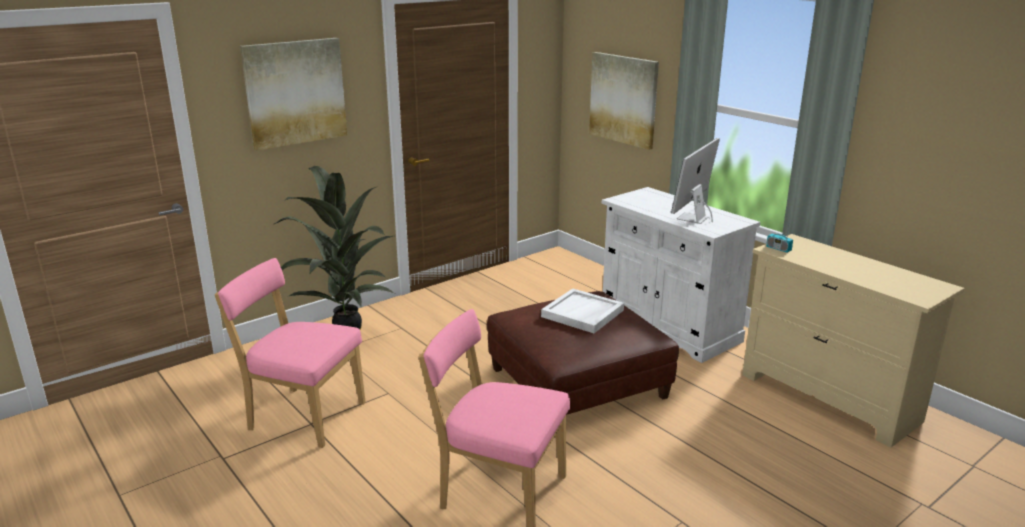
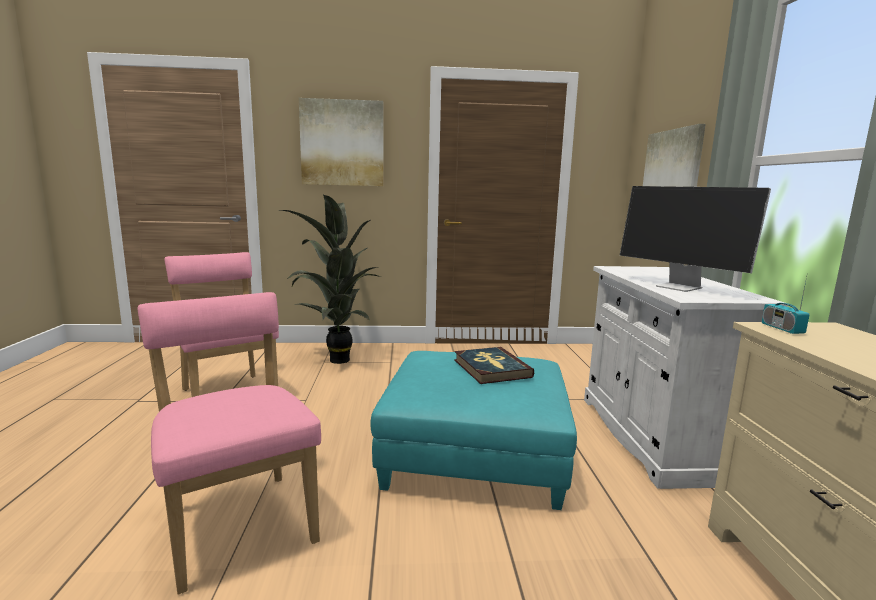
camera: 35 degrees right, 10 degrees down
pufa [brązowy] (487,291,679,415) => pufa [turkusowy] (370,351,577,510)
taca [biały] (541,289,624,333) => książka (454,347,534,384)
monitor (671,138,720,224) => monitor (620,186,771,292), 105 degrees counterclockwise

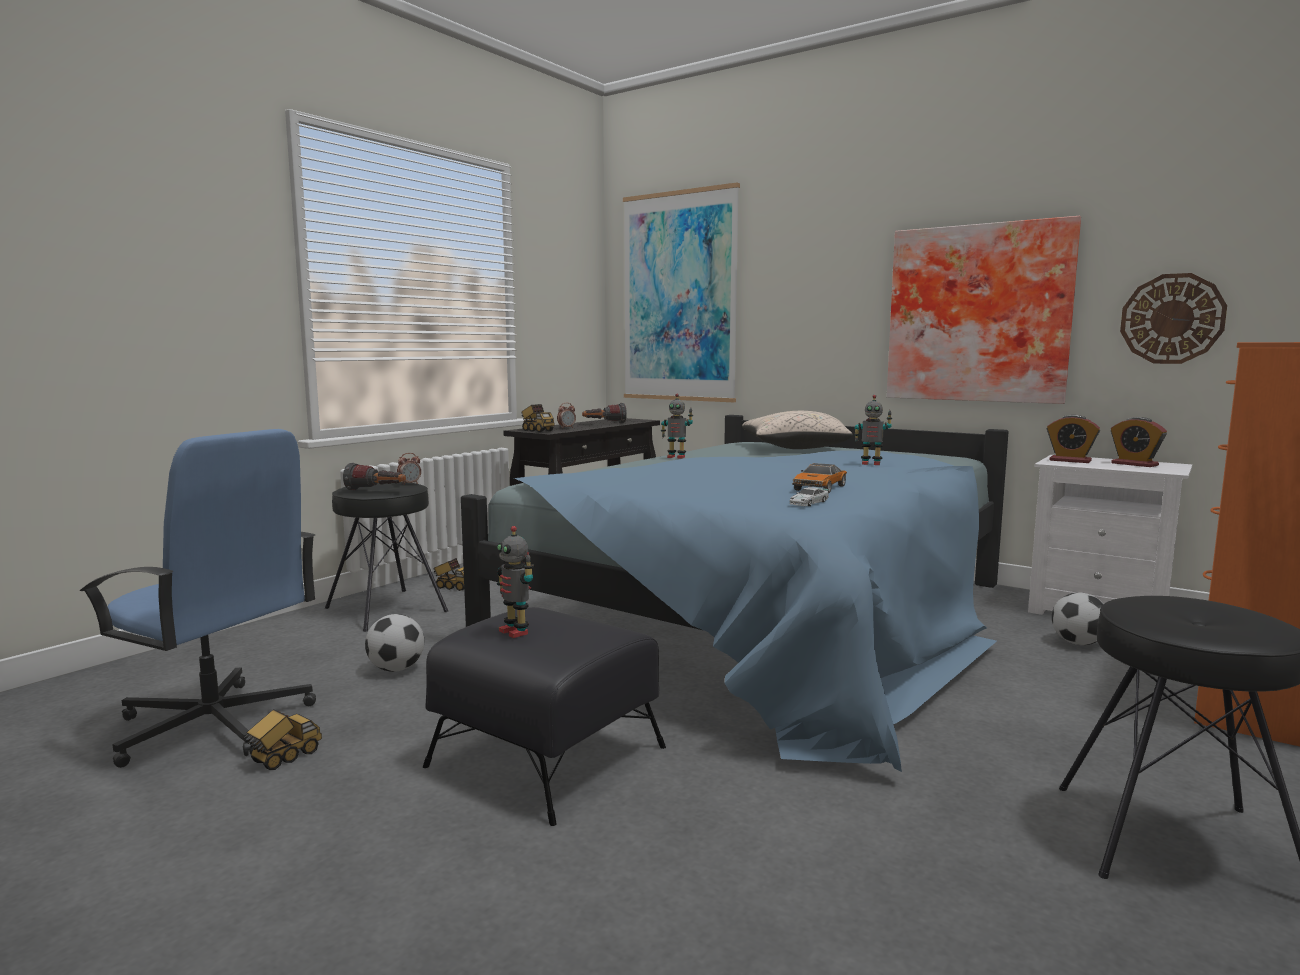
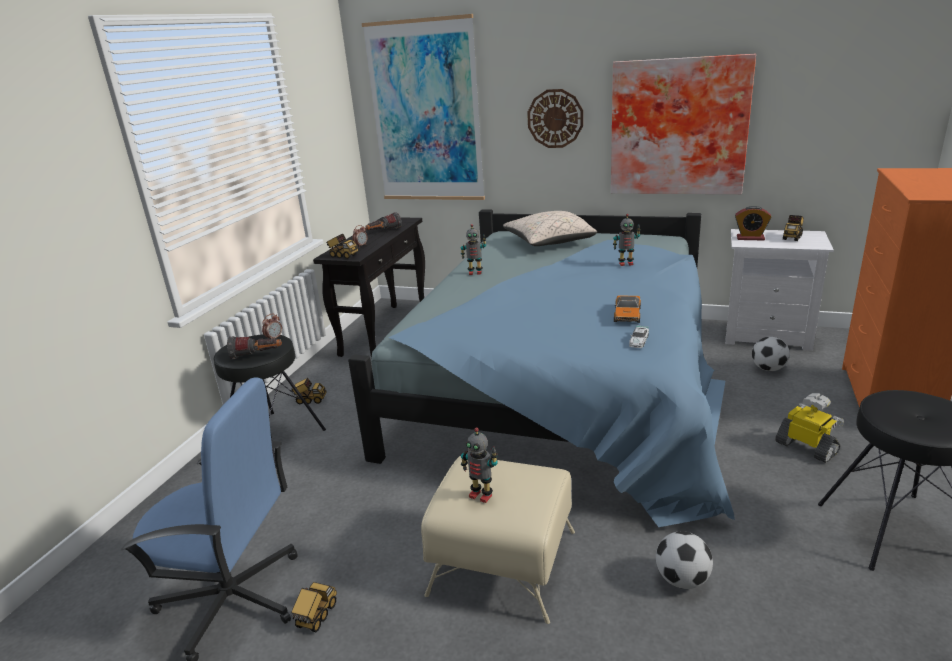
camera: 15 degrees left, 15 degrees up
piłka futbolowa (365,614,424,672) => piłka futbolowa (656,531,713,589), move
pufa [czarny] (423,607,666,826) => pufa [beżowy] (421,456,575,624)
budzik (1111,417,1167,467) => ciężarówka zabawkowa (783,215,804,241)
zegar ścienny (1120,273,1227,364) => zegar ścienny (527,89,583,148), move
nothing => robot zabawkowy (775,393,844,463)

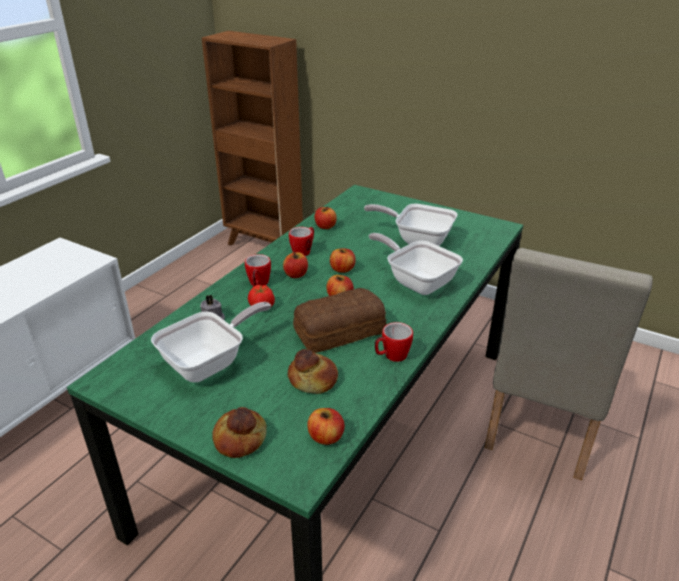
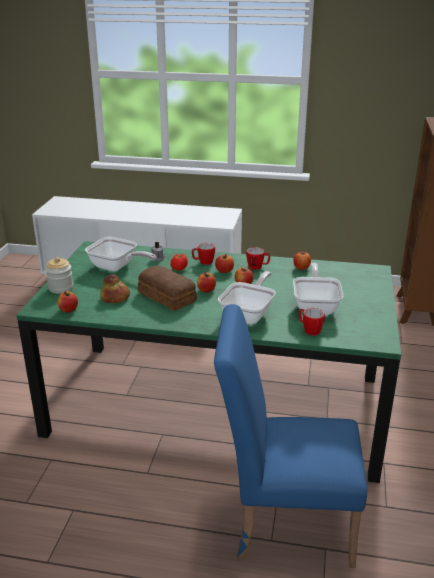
camera: 70 degrees right, 5 degrees down
chleb (212,407,267,458) => słoik (45,257,73,294)
kubek (375,322,413,362) => kubek (299,308,325,336), move
krzesło [beżowy] (485,248,653,480) => krzesło [niebieski] (214,304,367,568)

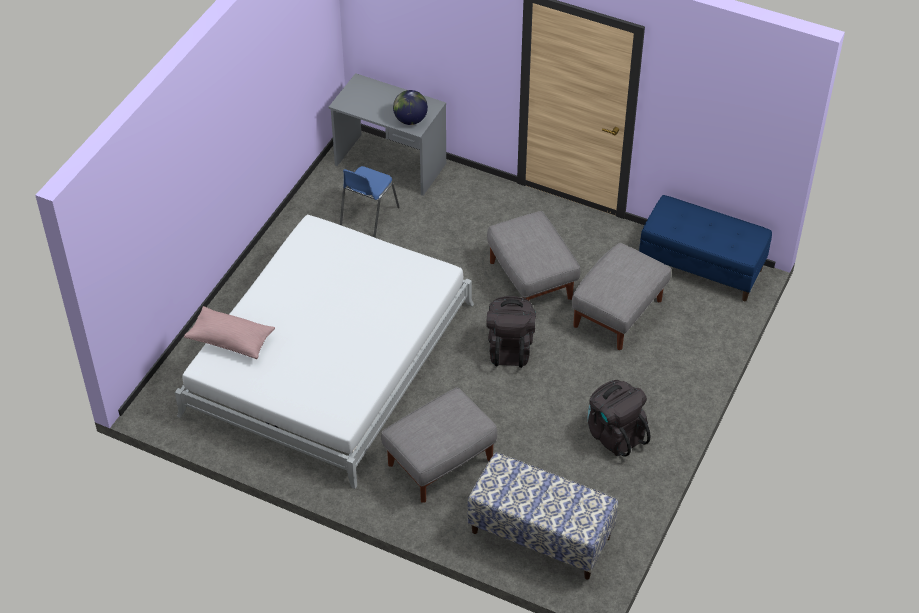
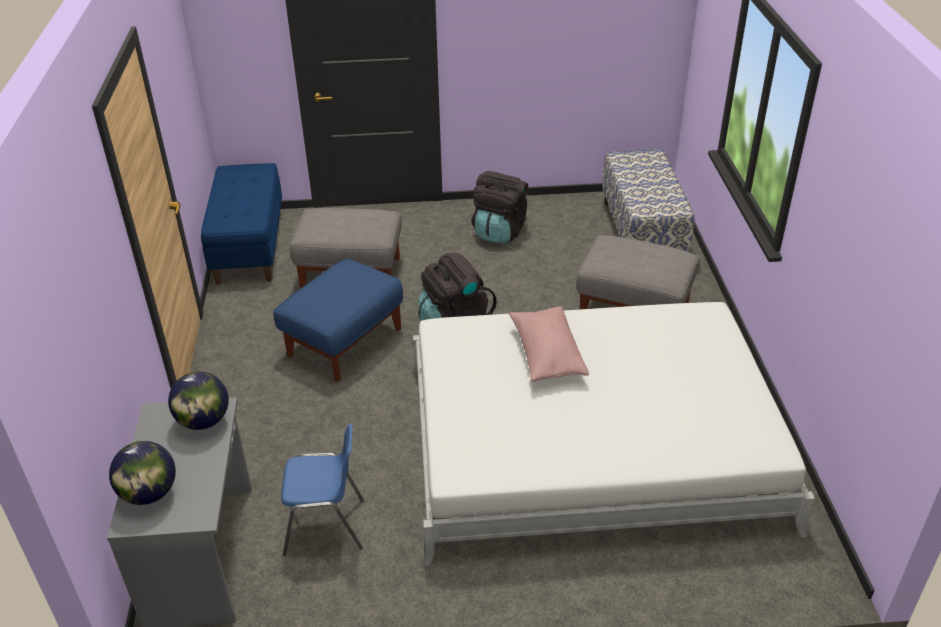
camera: 120 degrees left, 10 degrees down
poduszka [różowy] (184,306,275,359) => poduszka [różowy] (509,306,589,382), move
pufa [szary] (487,211,581,300) => pufa [niebieski] (273,258,403,382)
nothing => globus (109,441,176,505)

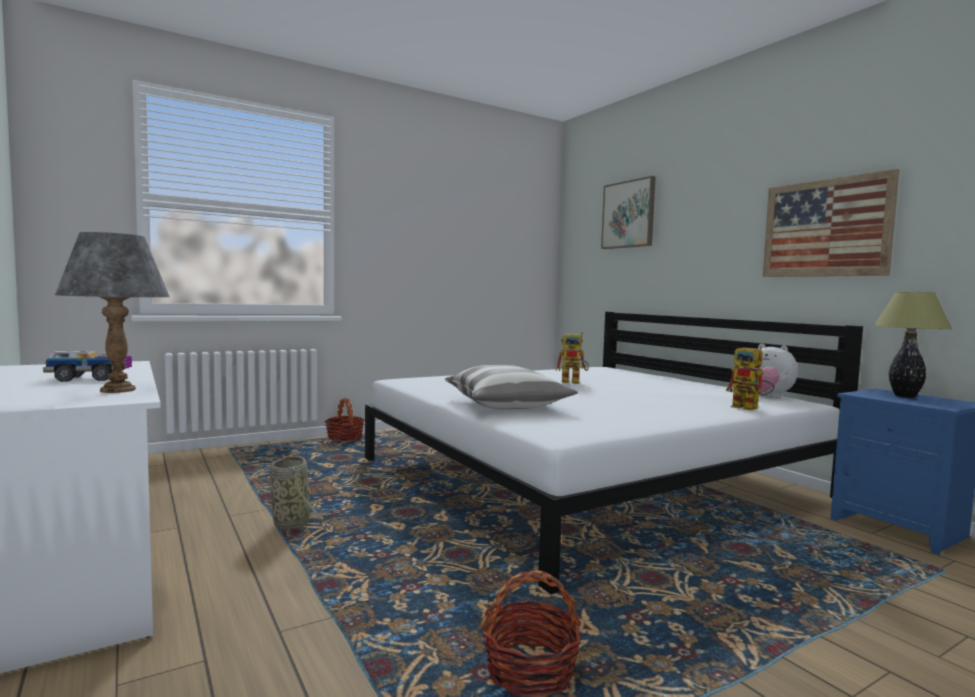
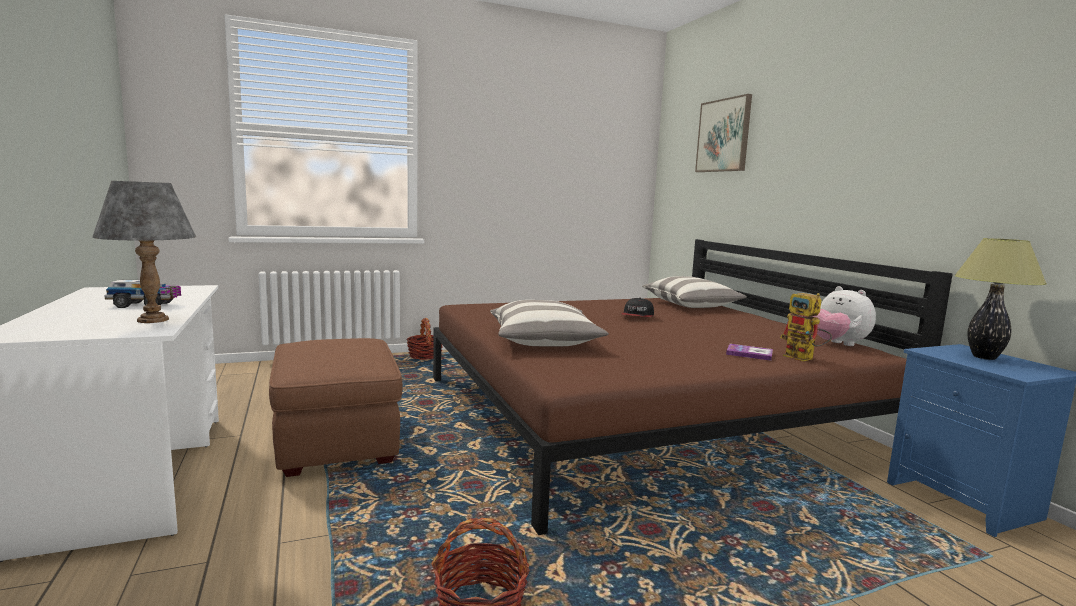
camera: 10 degrees right, 5 degrees up
koszyk (270,456,325,538) => pufa [brązowy] (269,338,403,477)
łóżko [biały] (365,312,863,594) => łóżko [brązowy] (433,239,953,535)
robot zabawkowy (556,332,589,384) => czapka z daszkiem (621,298,654,317)
obraz (763,169,899,277) => nothing
nothing => poduszka (642,276,747,308)
nothing => książka (726,344,773,361)

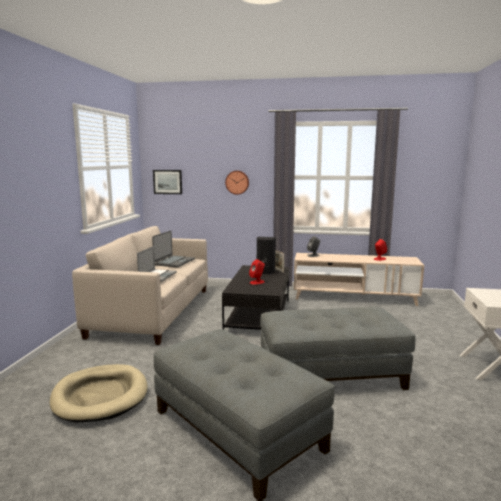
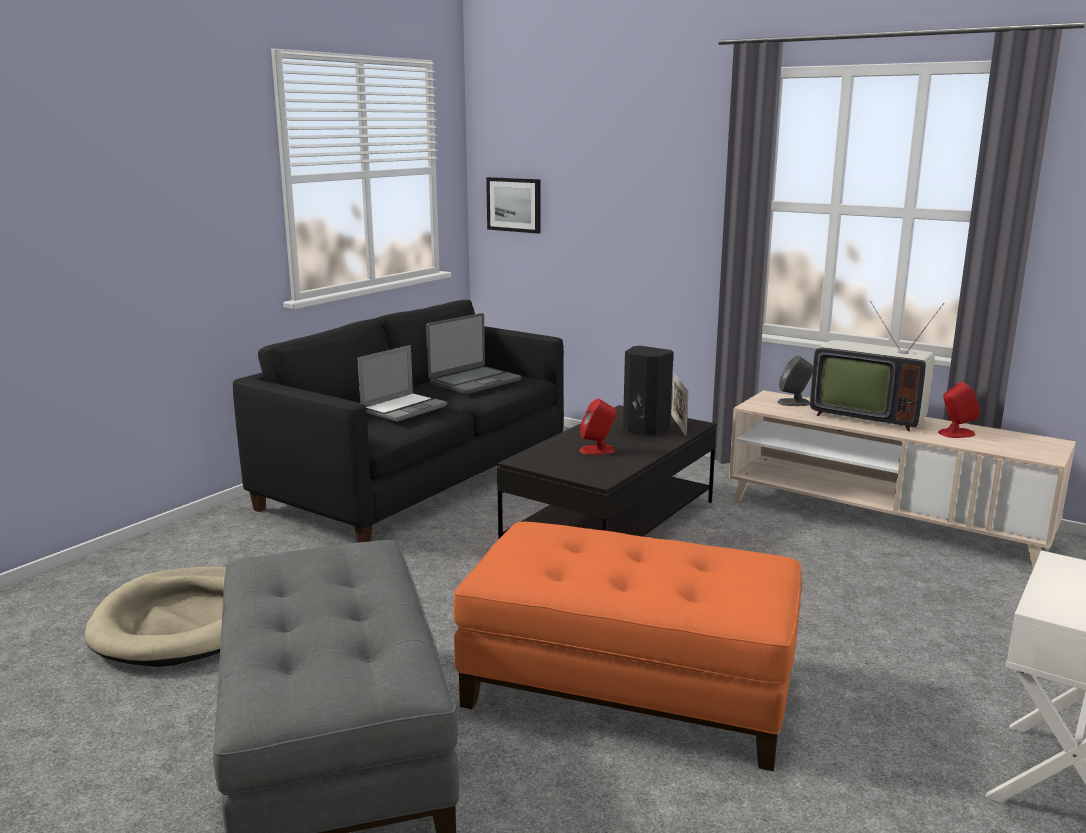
camera: 25 degrees right, 5 degrees up
kanapa [beżowy] (72,226,208,345) => kanapa [czarny] (233,300,564,543)
zegar ścienny (225,171,249,195) => nothing
pufa [szary] (260,307,416,390) => pufa [pomarańczowy] (454,522,802,771)
nothing => telewizor (810,301,944,431)

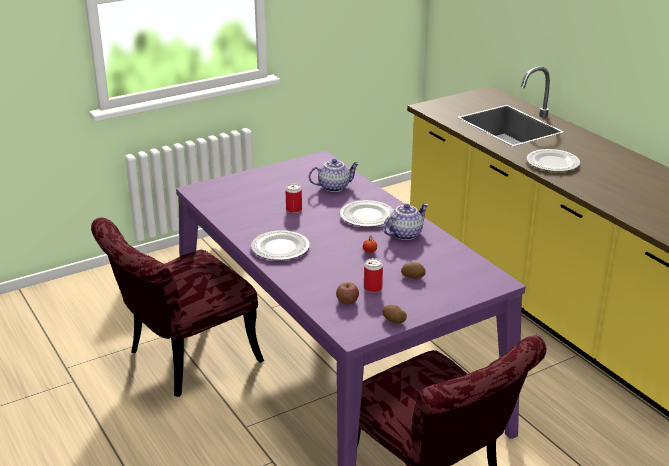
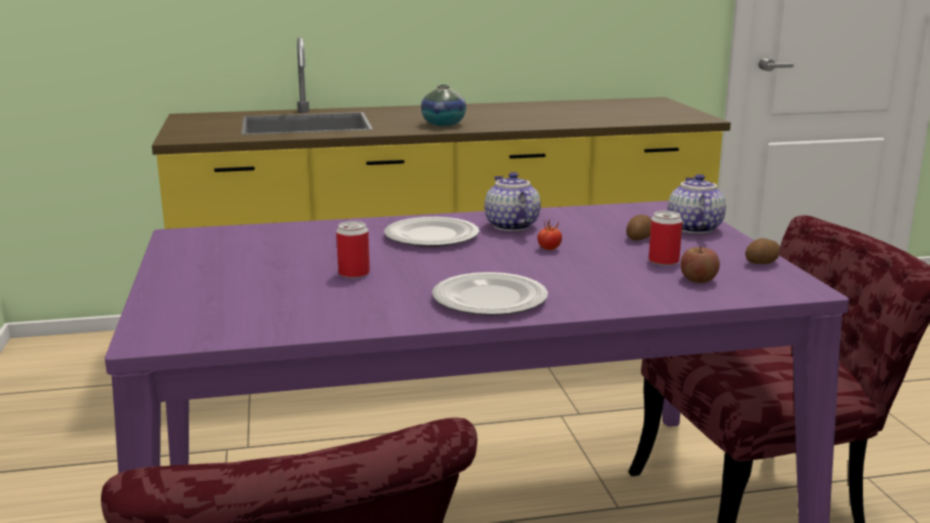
camera: 70 degrees left, 10 degrees down
imbryk (308,159,360,192) => imbryk (668,174,726,234), move
talerz (526,149,580,172) => wazon (421,85,466,126)

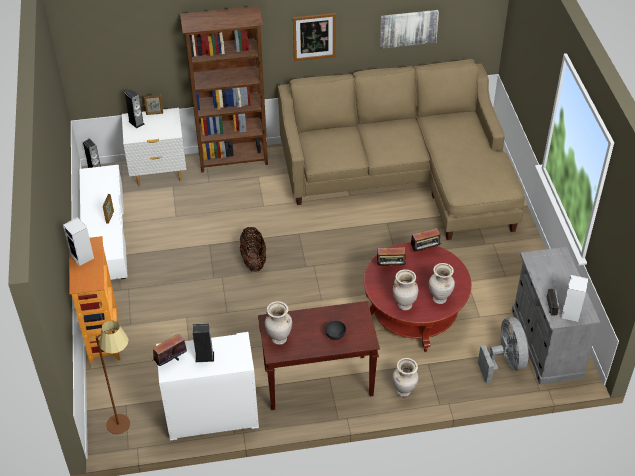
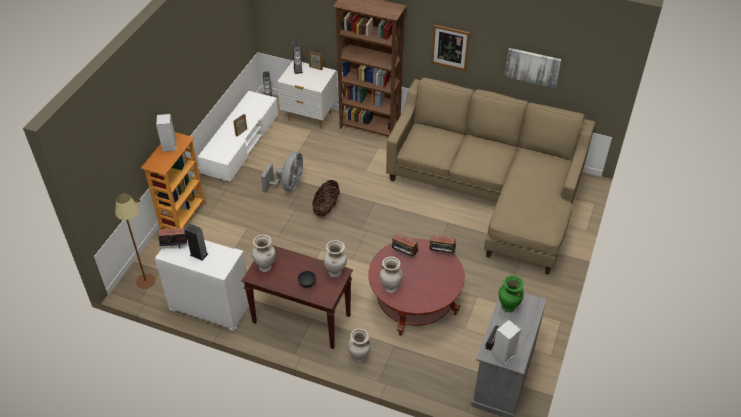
camera: 30 degrees right, 0 degrees up
wazon [beżowy] (429,263,455,304) => wazon [beżowy] (323,240,347,277), move
wentylator [szary] (478,317,529,384) => wentylator [szary] (261,152,303,192), move
nothing => wazon [zielony] (499,275,524,312)

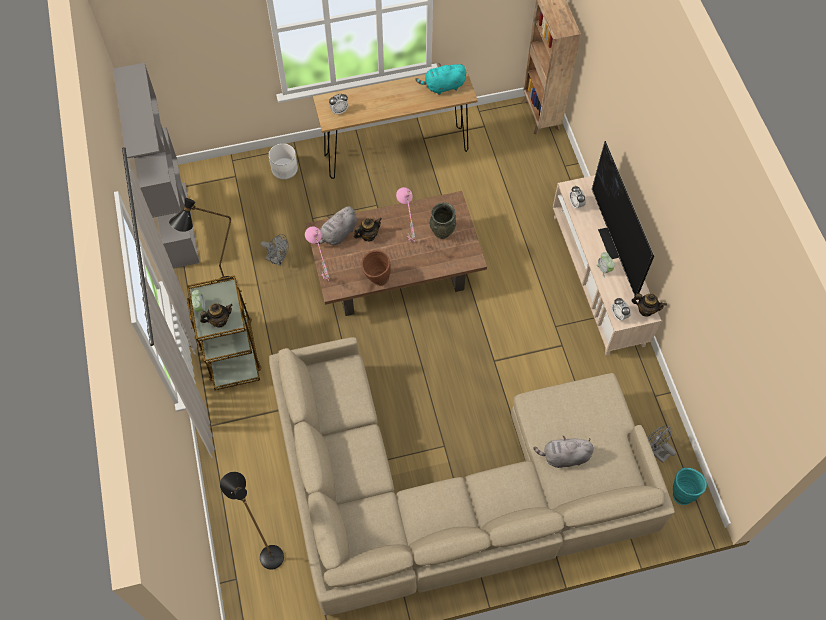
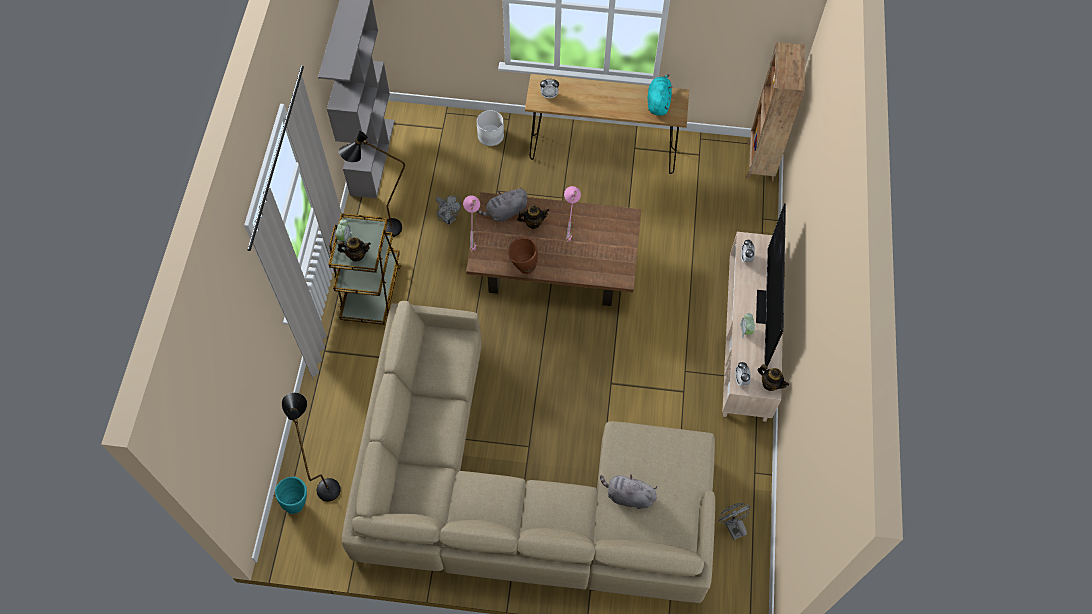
camera: 20 degrees right, 0 degrees up
pluszak [turkusowy] (416,63,466,95) => pluszak [turkusowy] (647,74,672,116), 90 degrees clockwise
wazon [szary] (430,202,456,239) => nothing
wazon [turkusowy] (673,468,707,505) => wazon [turkusowy] (275,477,307,514), move

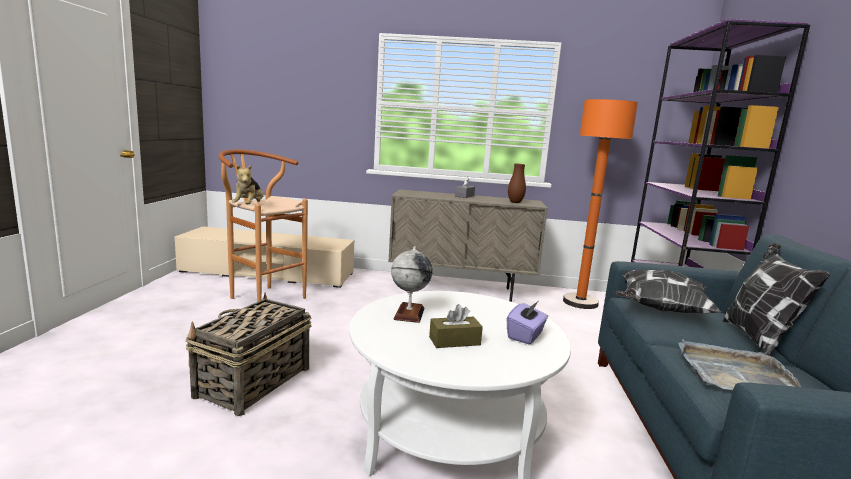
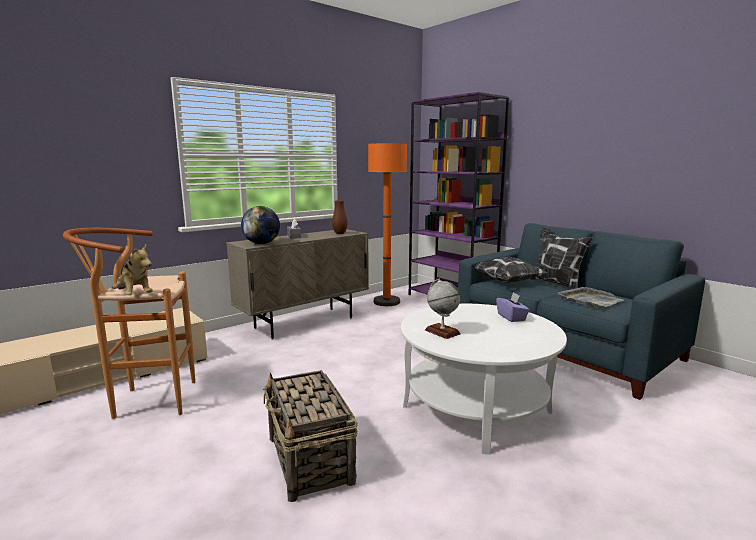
camera: 45 degrees left, 0 degrees up
pudełko chusteczek [brązowy] (429,304,483,348) => nothing
nothing => globus (241,206,280,244)

